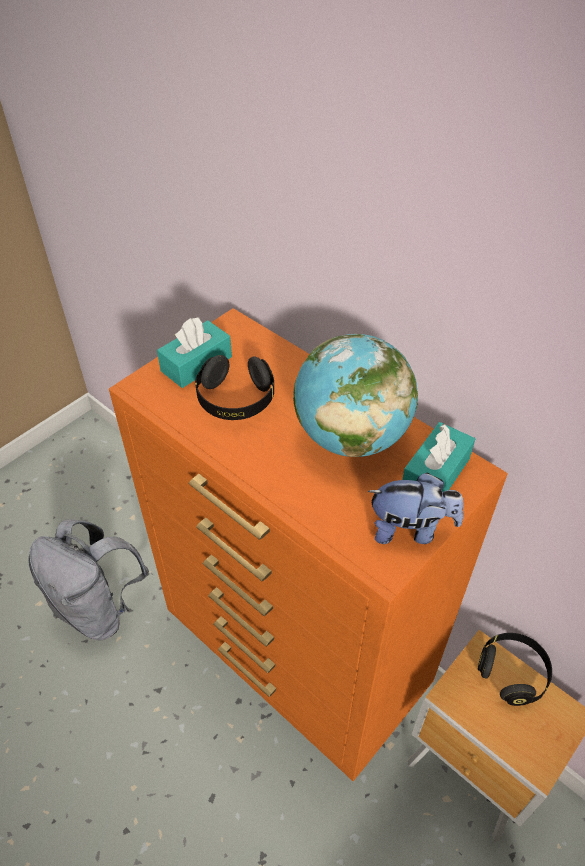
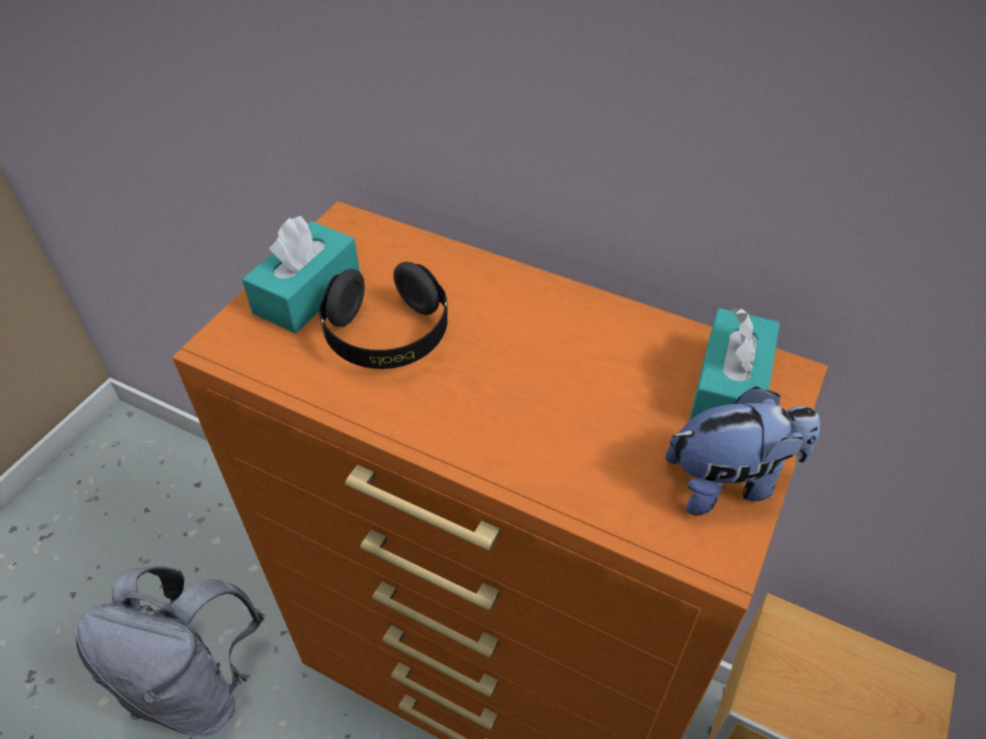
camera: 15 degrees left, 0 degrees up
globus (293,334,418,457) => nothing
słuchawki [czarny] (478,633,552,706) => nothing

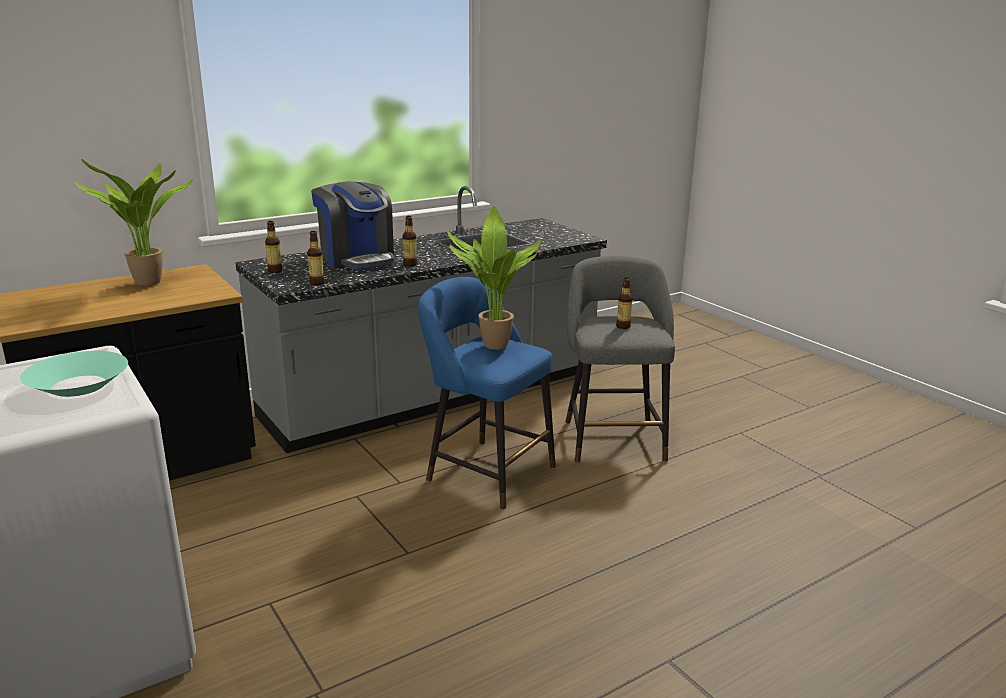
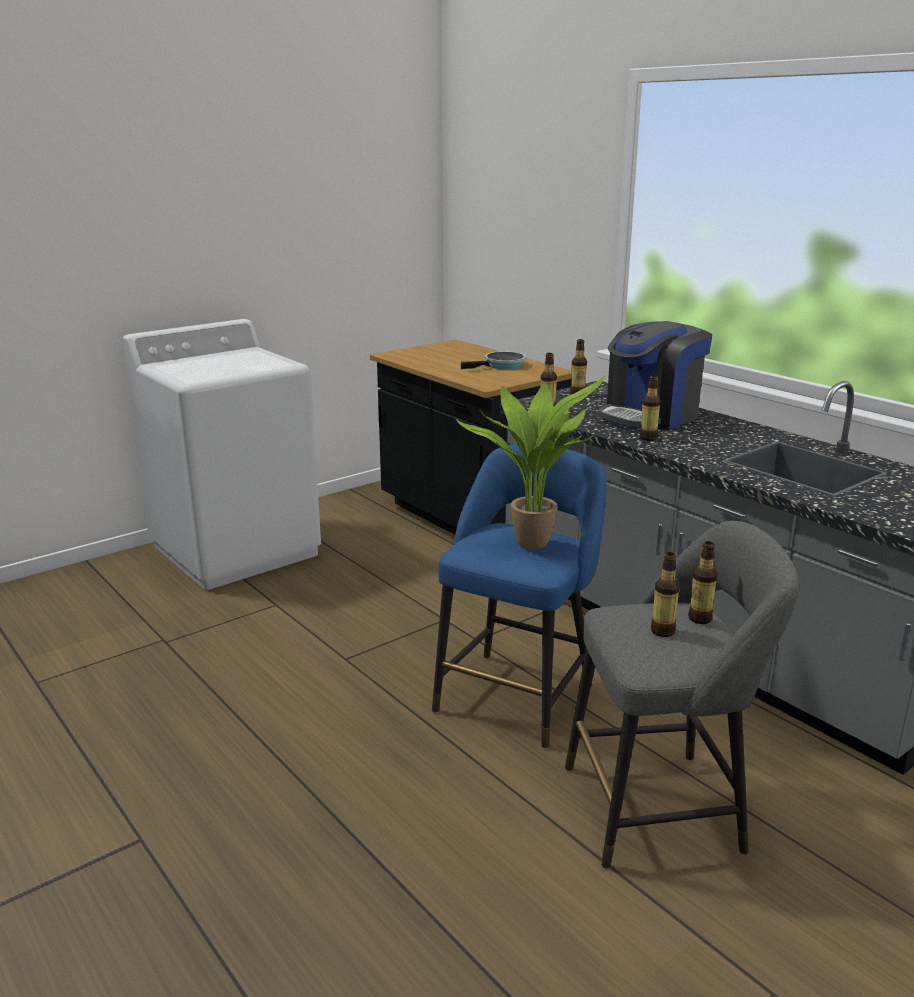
camera: 85 degrees right, 0 degrees up
miska [turkusowy] (20,351,128,397) => nothing
roślina doniczkowa (75,159,193,286) => patelnia (461,351,526,369)
nothing => butelka (688,541,717,624)

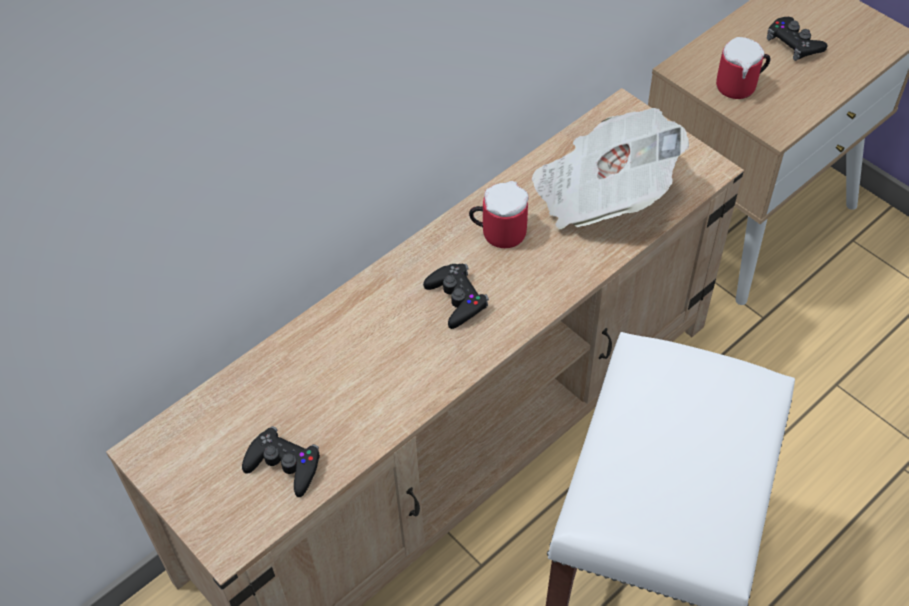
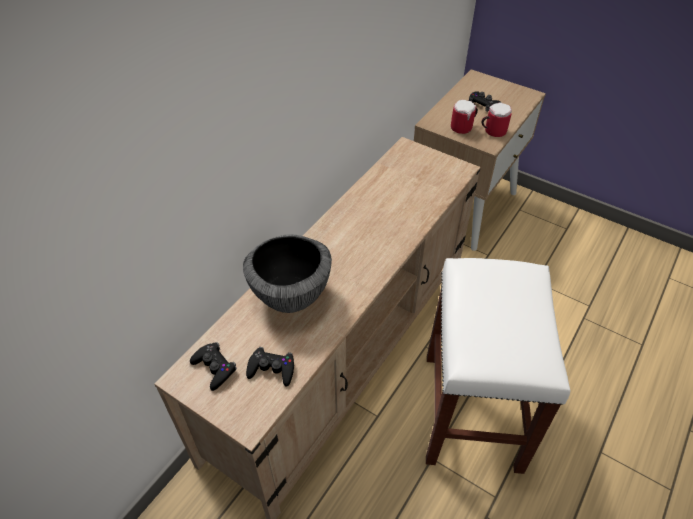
camera: 15 degrees left, 5 degrees down
pad do gier [czarny] (423,264,489,329) => pad do gier [czarny] (190,342,237,391), move
kubek (469,181,529,248) => kubek (482,103,512,137), move
gazeta (532,108,689,229) => nothing
nothing => miska (243,234,332,313)

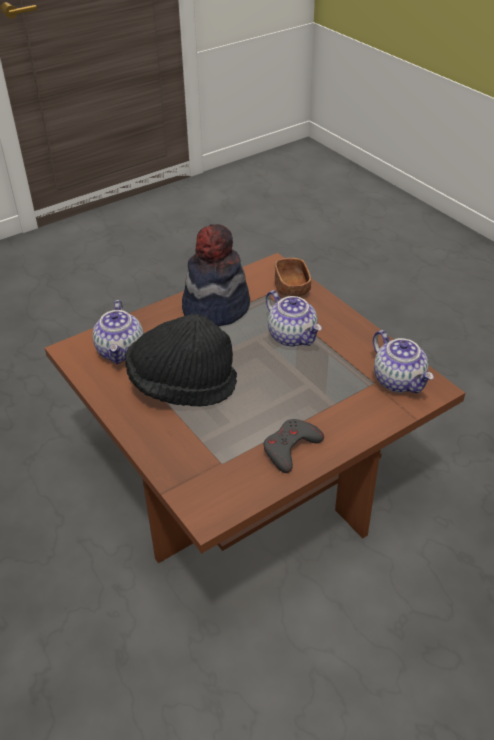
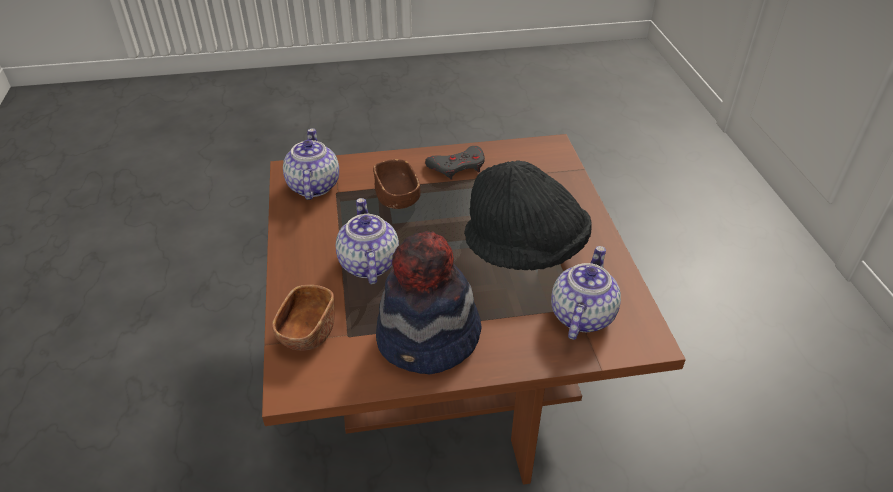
camera: 155 degrees left, 0 degrees up
nothing => miska [brązowy] (373,159,421,209)

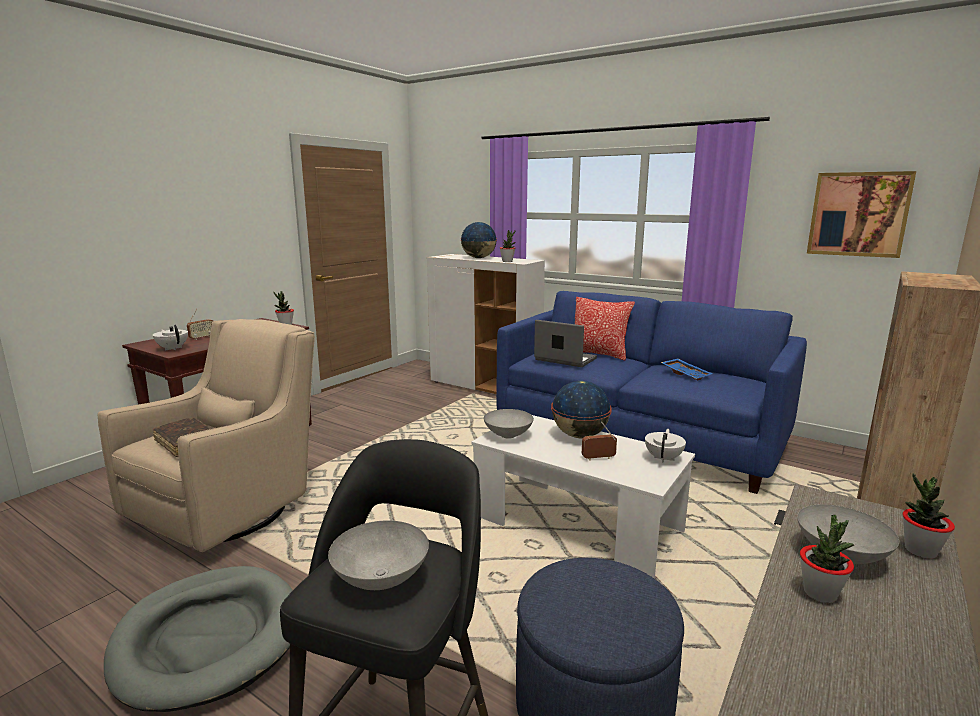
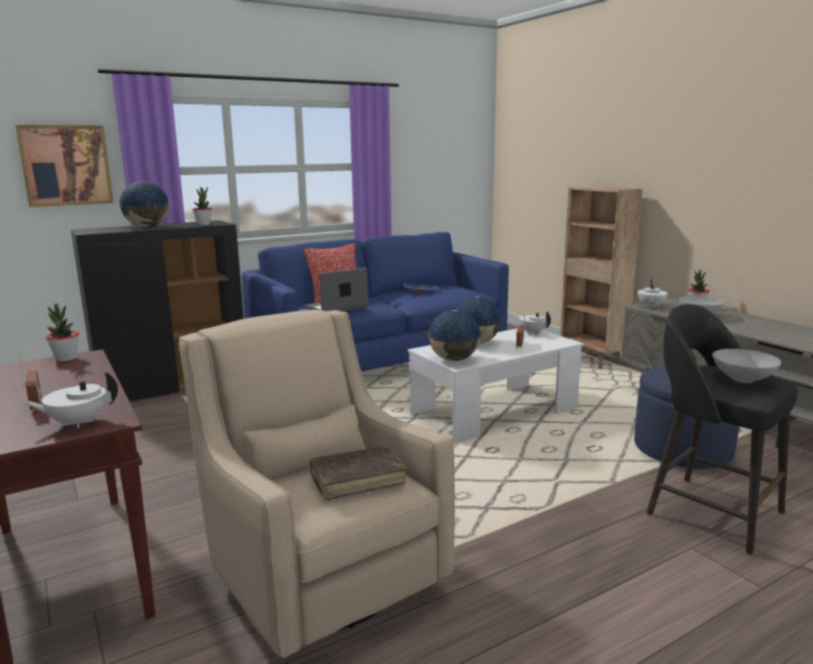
camera: 65 degrees left, 0 degrees up
legowisko [szary] (104,566,293,712) => nothing
szafka [biały] (427,254,545,394) => szafka [czarny] (71,220,244,401)
miska [szary] (484,409,534,439) => globus (428,309,481,361)
roślina doniczkowa (800,515,854,603) => nothing
obraz (807,171,916,258) => obraz (15,125,114,207), move
nothing => imbryk [biały] (638,279,668,309)

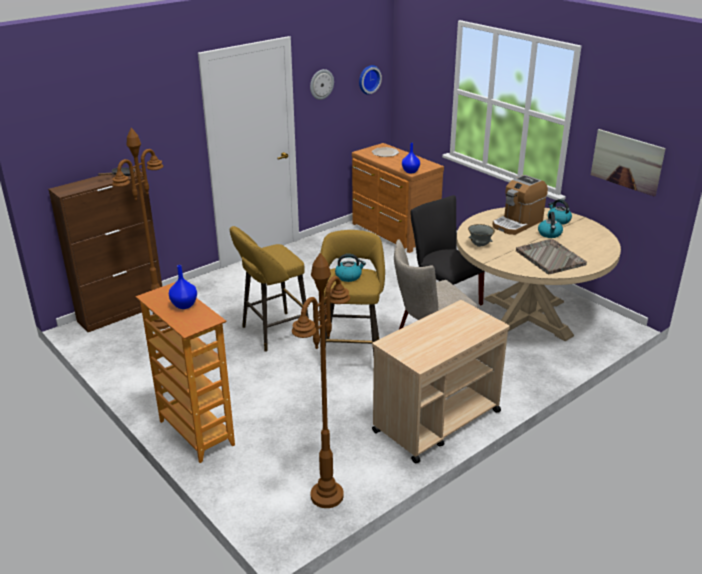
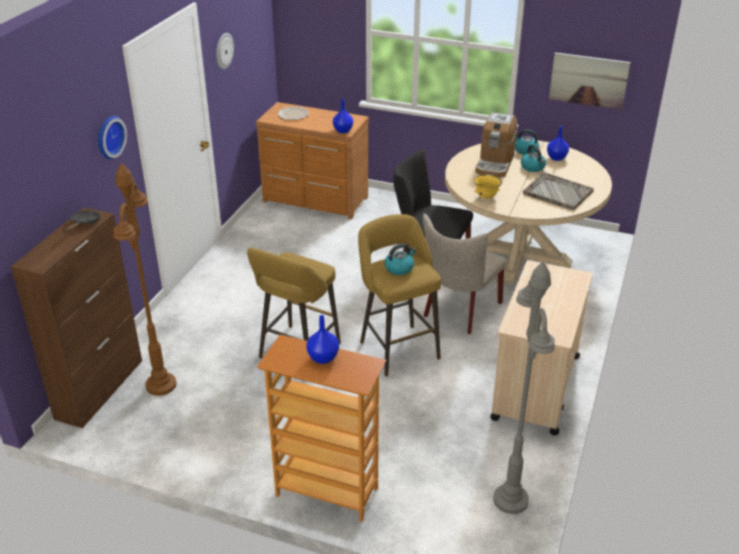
camera: 30 degrees left, 5 degrees up
lampa stojąca [brązowy] (292,253,350,508) => lampa stojąca [szary] (493,261,555,514)
zegar ścienny (359,65,382,95) => zegar ścienny (98,116,127,159), move
miska [szary] (468,224,495,247) => miska [żółty] (474,175,502,199)
nothing => wazon [niebieski] (547,126,569,161)

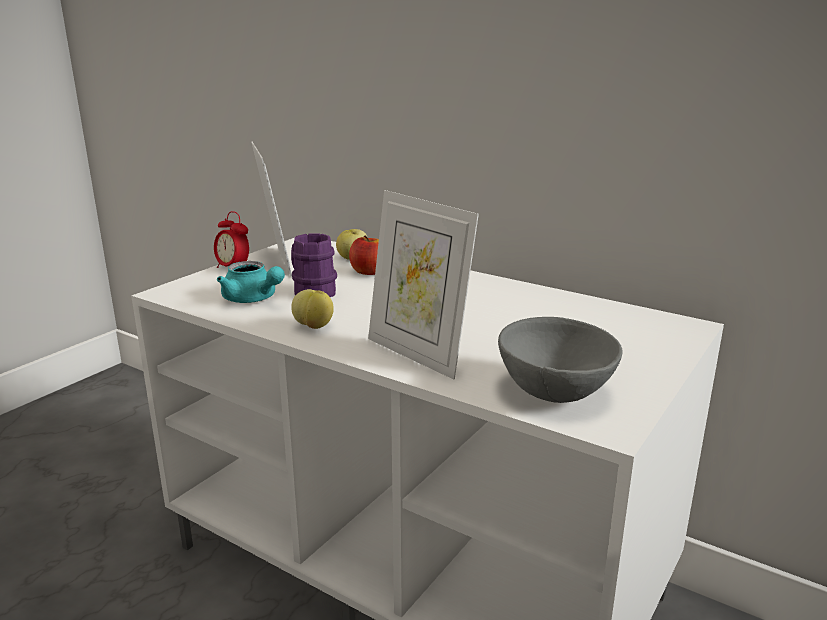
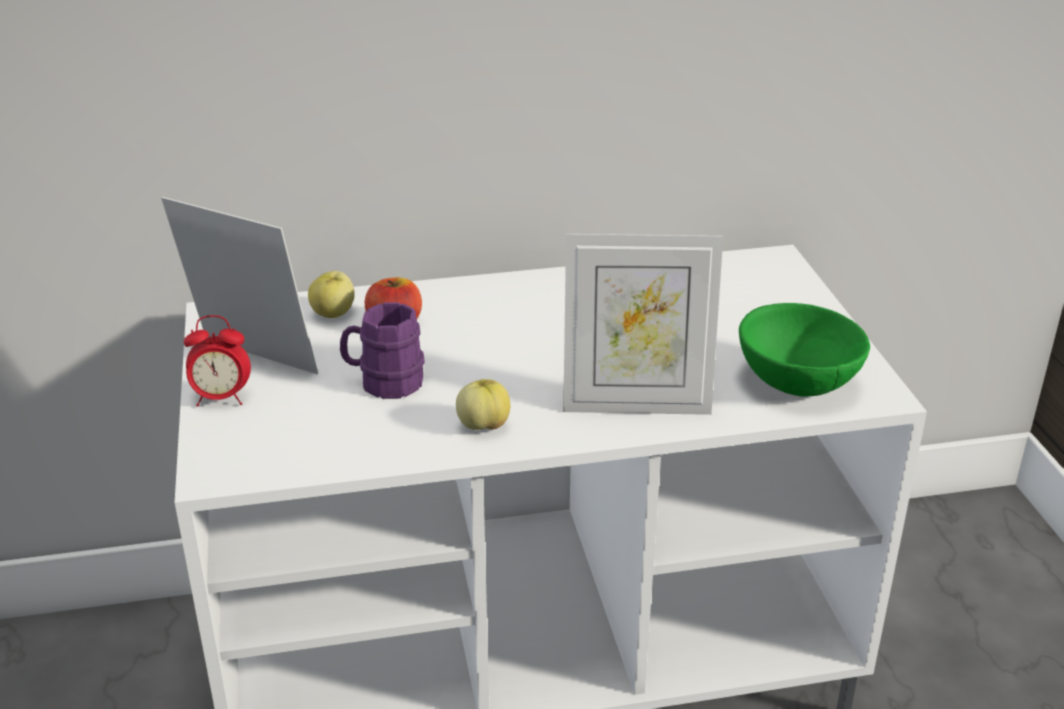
camera: 45 degrees left, 10 degrees up
imbryk [turkusowy] (217,261,285,303) => nothing
miska [szary] (498,317,623,403) => miska [zielony] (739,303,870,397)

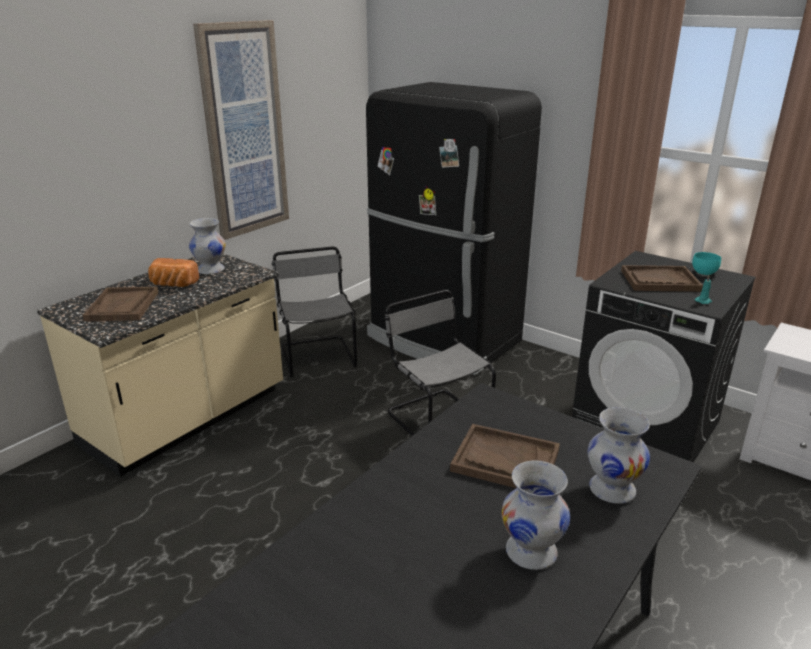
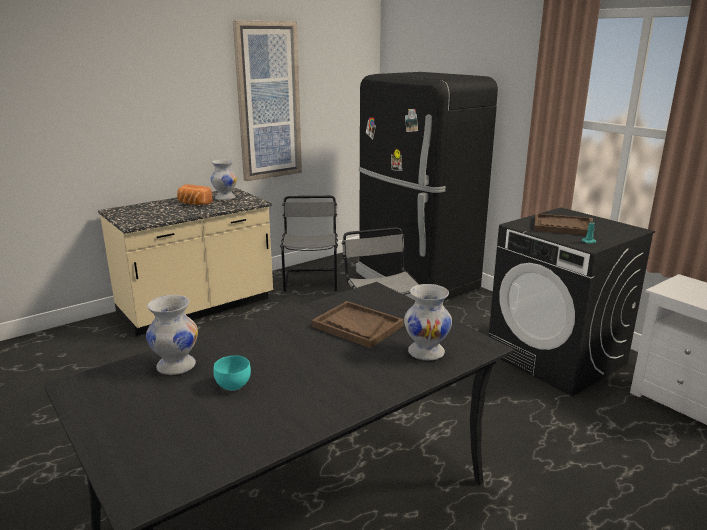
camera: 15 degrees right, 5 degrees down
taca [brązowy] (83,287,159,321) => nothing
wazon [biały] (501,460,570,570) => wazon [biały] (146,295,198,375), move
miska [turkusowy] (692,252,721,276) => miska [turkusowy] (214,356,251,391), move

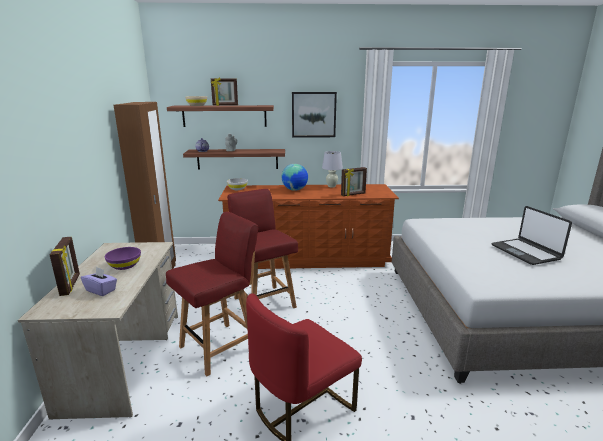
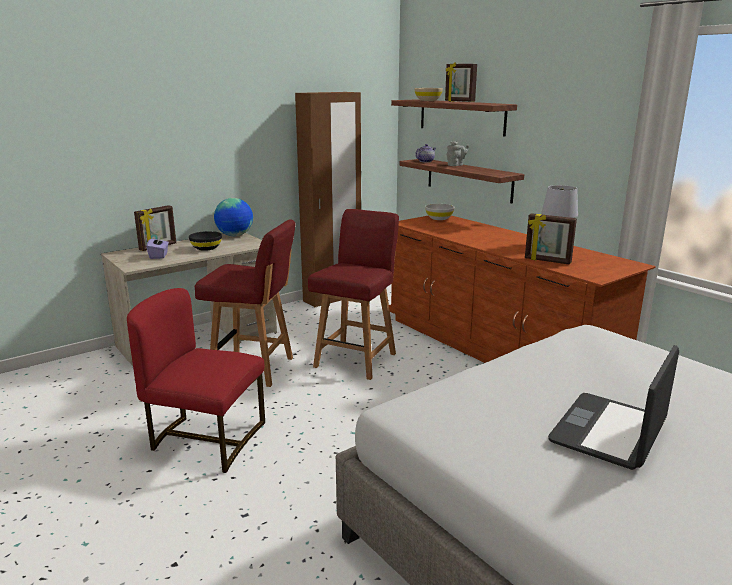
camera: 55 degrees right, 0 degrees up
miska [fioletowy] (105,247,141,270) => miska [czarny] (189,231,222,251)
globus (281,164,308,191) => globus (214,198,253,236), move
obraz (292,92,337,138) => nothing

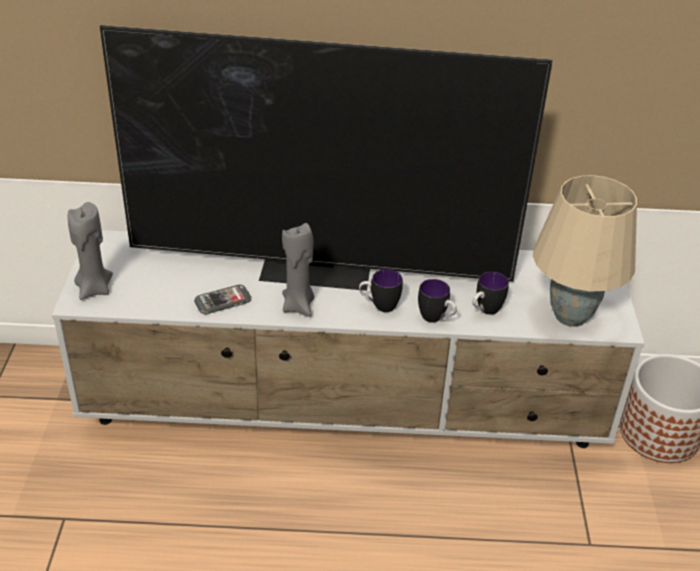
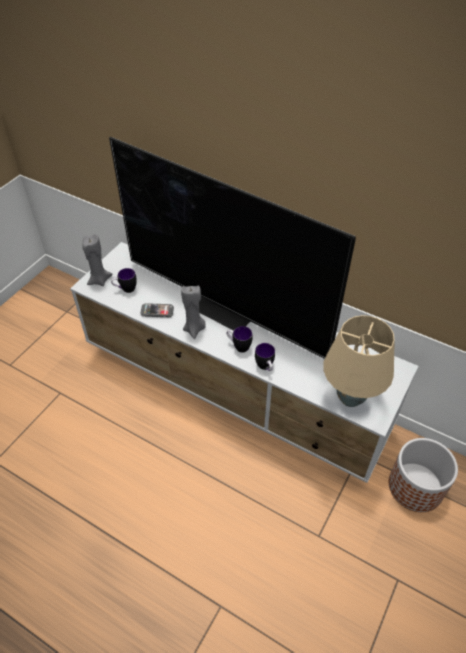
camera: 30 degrees right, 10 degrees up
kubek (472,272,509,315) => kubek (111,268,137,293), move

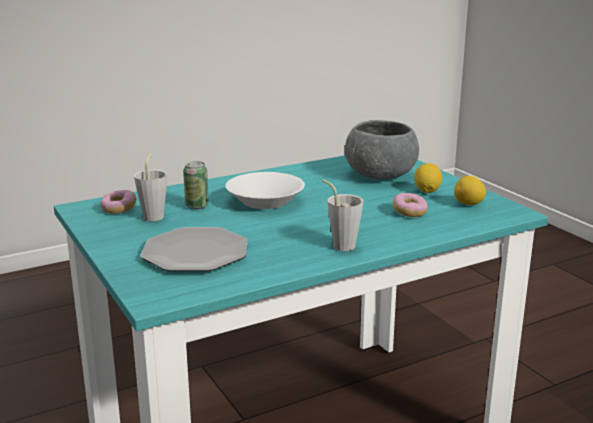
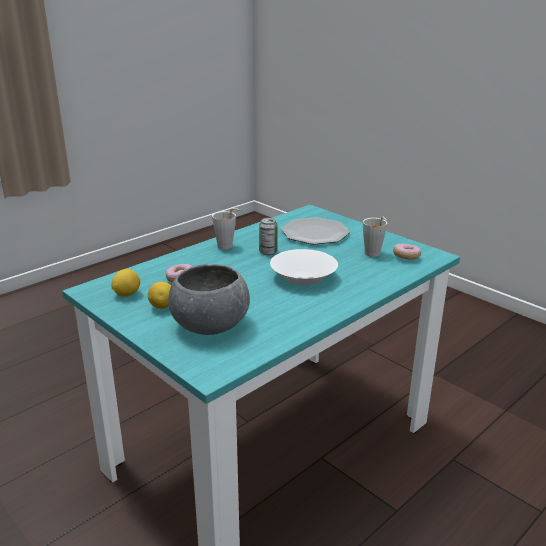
camera: 165 degrees right, 5 degrees up
puszka (183,161,209,209) => puszka (259,218,278,255), move

